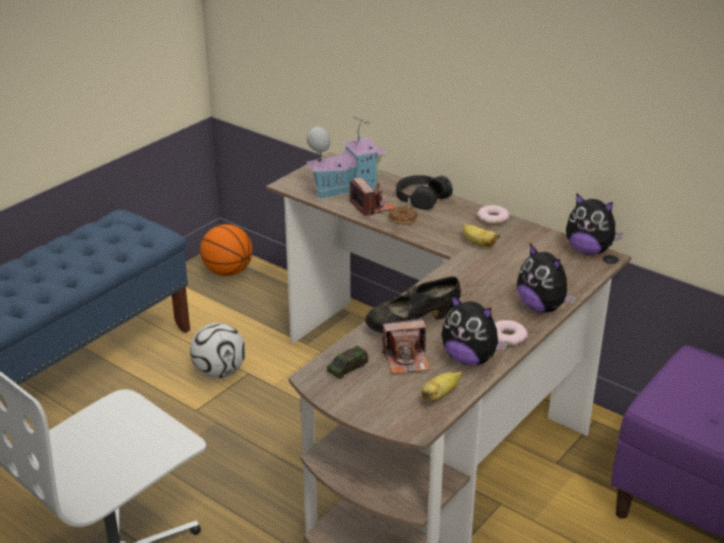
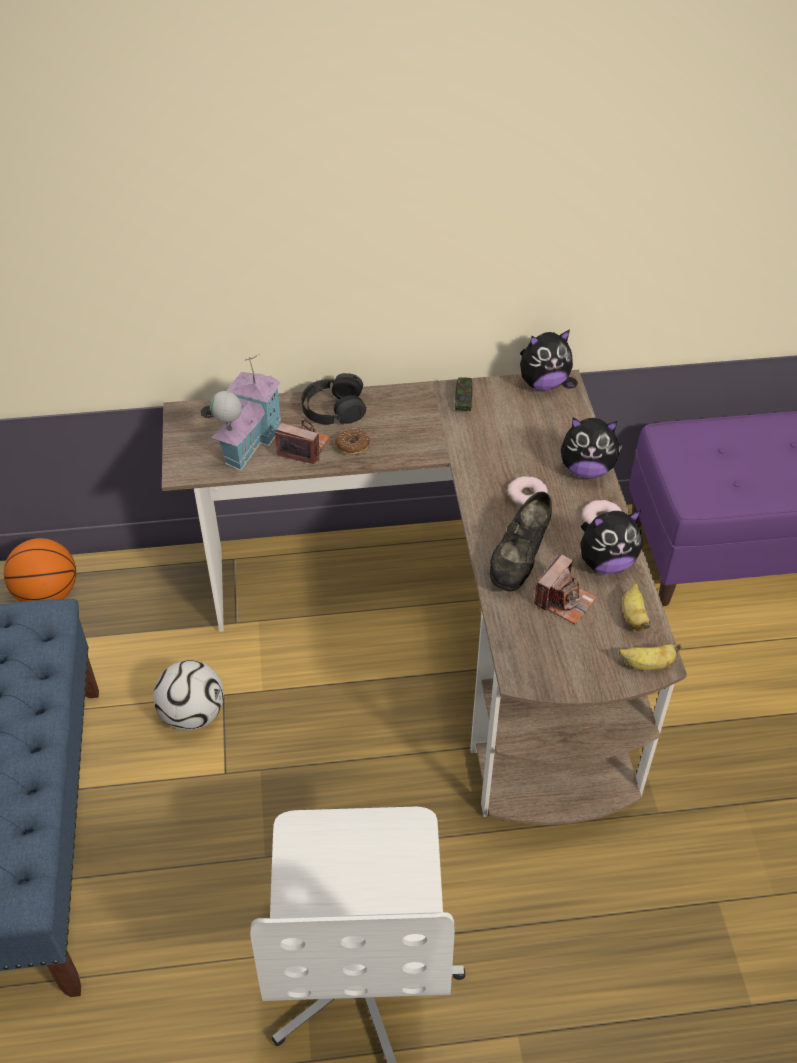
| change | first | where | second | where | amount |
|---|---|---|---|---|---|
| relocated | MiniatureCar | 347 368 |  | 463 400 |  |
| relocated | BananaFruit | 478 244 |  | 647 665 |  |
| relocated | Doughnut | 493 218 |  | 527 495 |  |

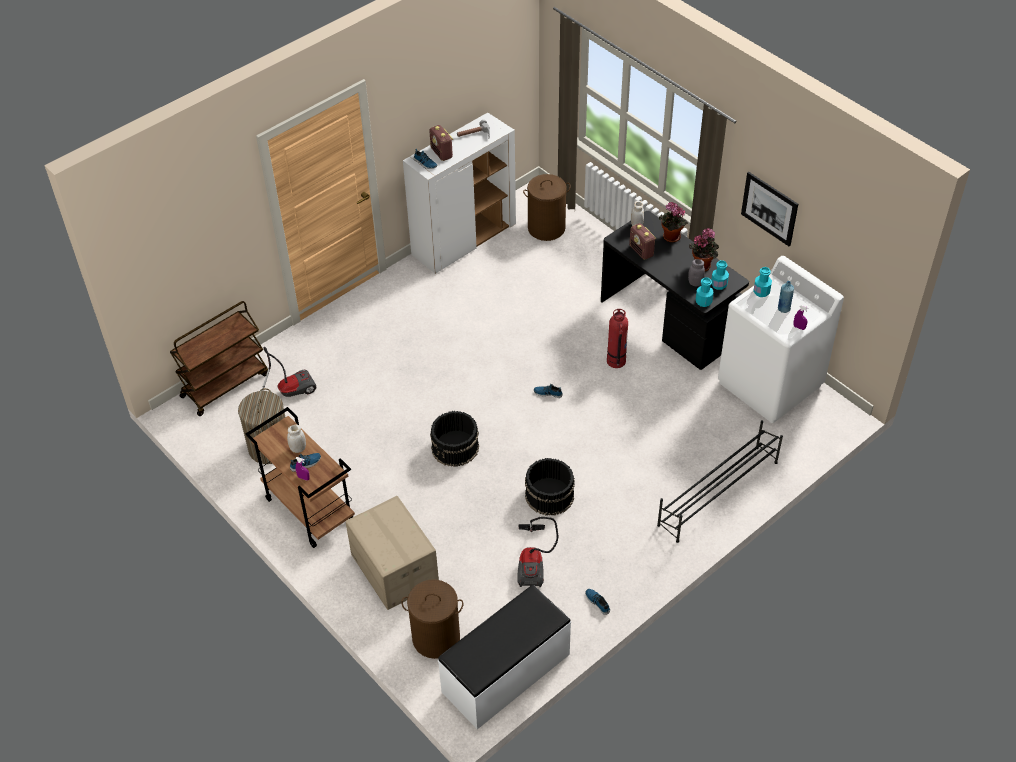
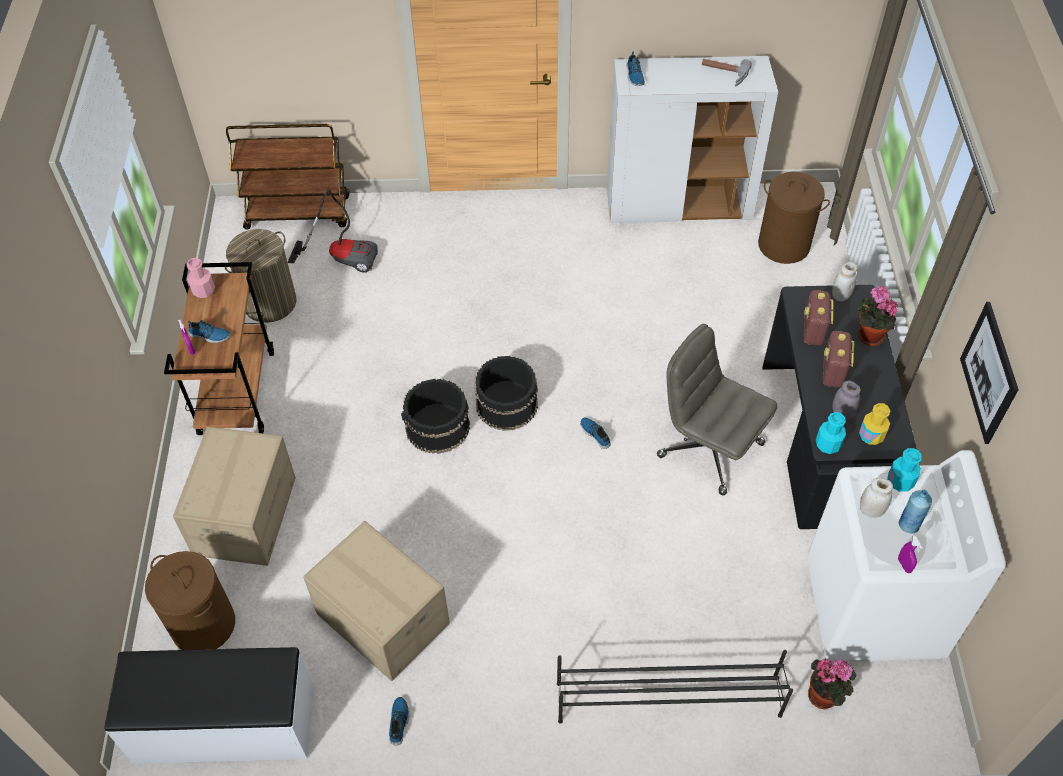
| change | first | where | second | where | amount |
|---|---|---|---|---|---|
| relocated | WhiteStorageJar | 298 448 |  | 871 510 |  |
| relocated | RadioReceiver | 442 153 |  | 833 372 |  |
| exchanged | Hoover | 534 562 | CardboardBox | 382 619 |  |
| relocated | BlackColouredPail | 549 495 |  | 506 404 |  |
| exchanged | FireExtinguisher | 616 361 | GrayOfficeChair | 709 449 |  |
| relocated | Houseplant | 702 265 |  | 825 695 |  |
| colour | TurquoiseDrinkBottle | 719 284 | YellowishDrinkBottle | 871 435 |  |
| appeared |  |  | PinkColouredDrinkBottle | 203 290 |  |

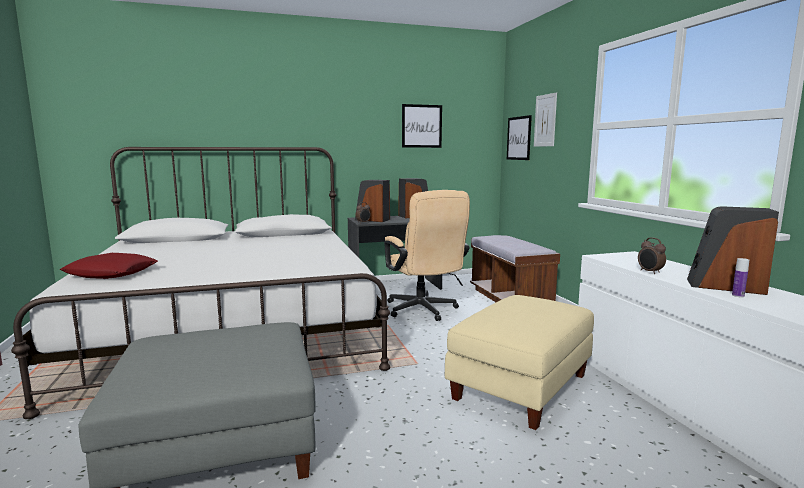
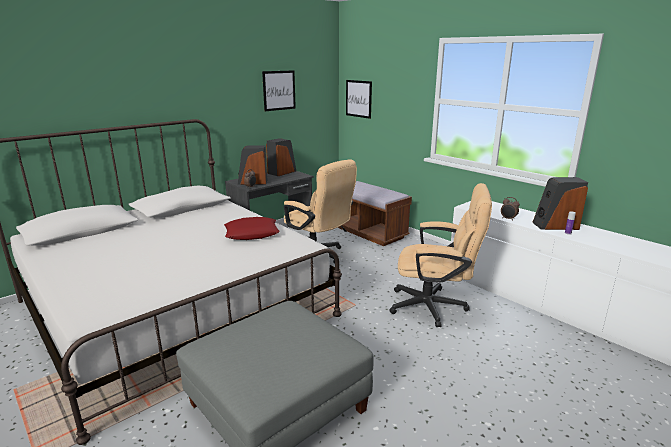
| change | first | where | second | where | amount |
|---|---|---|---|---|---|
| relocated | ReddishThrowPillow | 111 273 |  | 252 233 |  |
| exchanged | SandColouredPouffe | 521 387 | SandColouredOfficeChair | 435 307 |  |
| missing | WallArt | 545 120 |  |  |  |

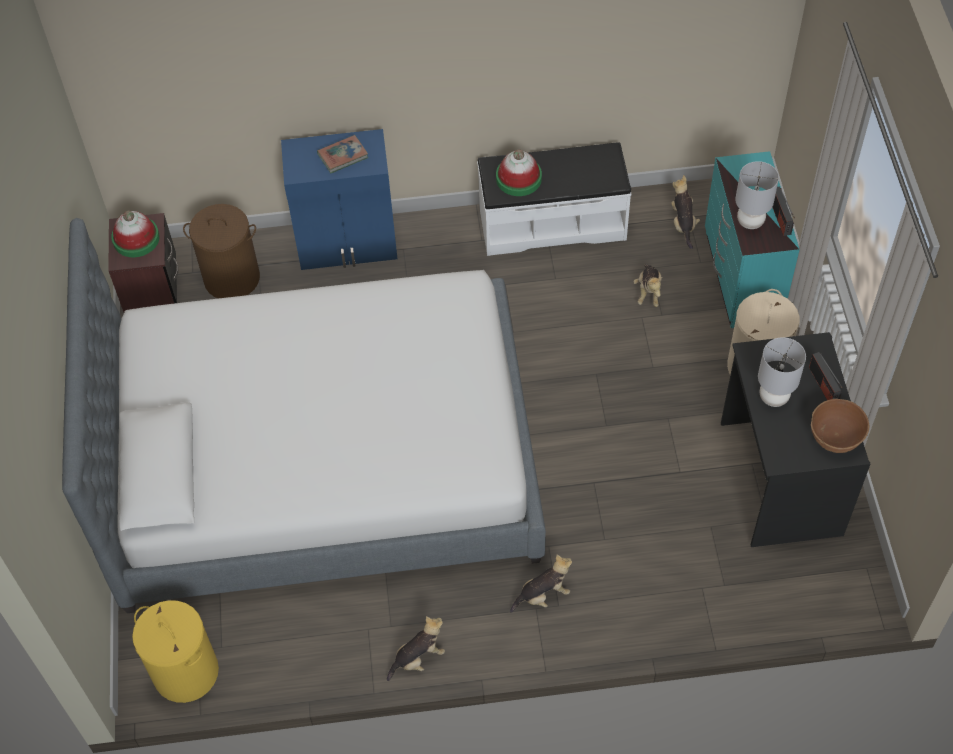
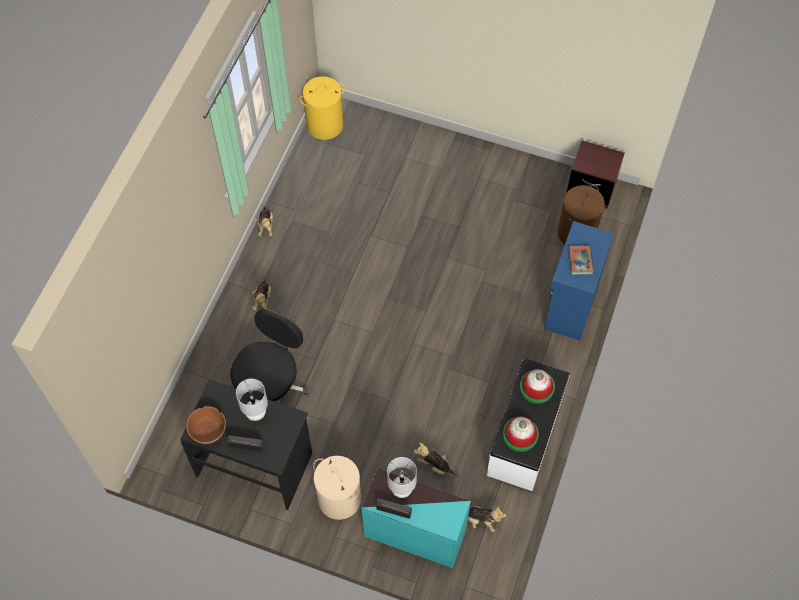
| change | first | where | second | where | amount |
|---|---|---|---|---|---|
| missing | BedroomBed | 324 461 |  |  |  |
| relocated | WearableHat | 136 239 |  | 520 435 |  |
| appeared |  |  | BlackColouredOfficeChair | 270 386 |  |

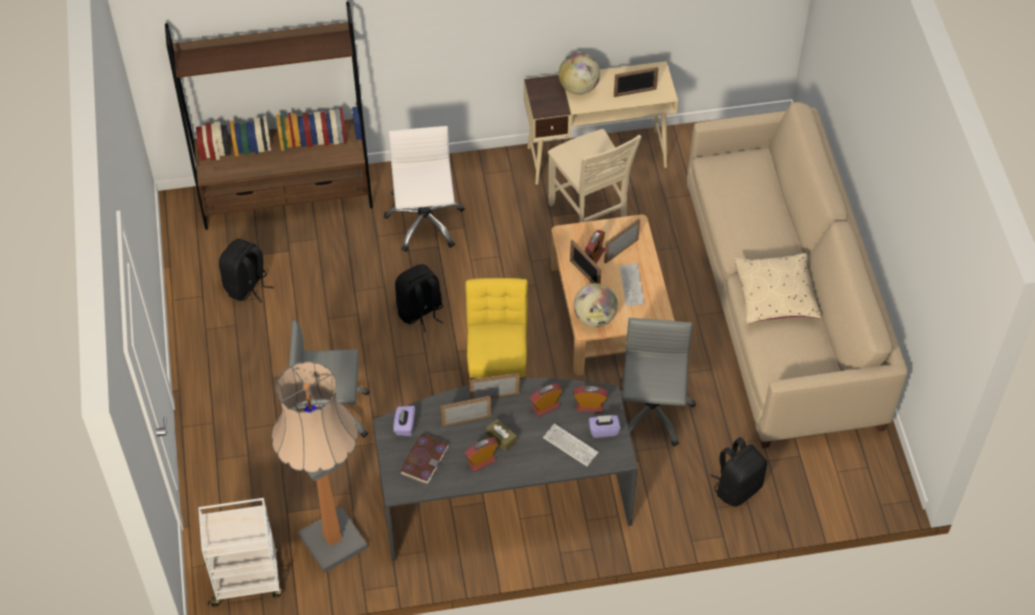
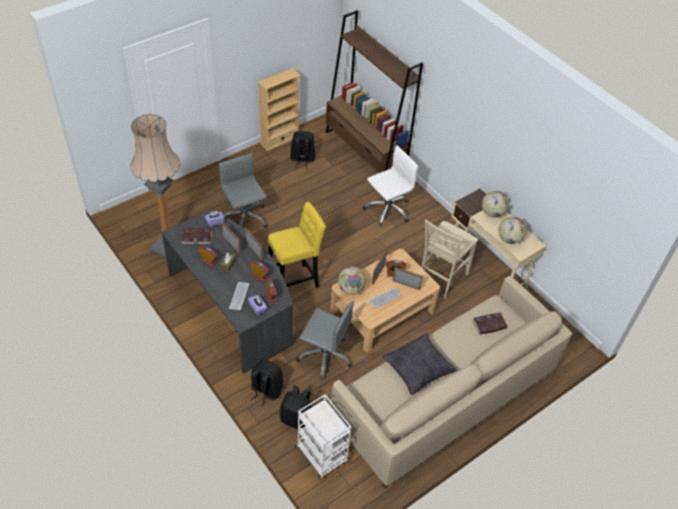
| change | first | where | second | where | amount |
|---|---|---|---|---|---|
| relocated | WhiteTrolley | 246 579 |  | 321 455 |  |
| relocated | BlackColouredBackpack | 420 312 |  | 266 390 |  |
| exchanged | StandingFrame | 635 92 | Globe | 509 239 |  |
| spun | GrayOfficeChair | 650 412 |  | 325 355 | 45 degrees clockwise |
| colour | SandColouredThrowPillow | 775 296 | BlackColouredThrowPillow | 418 368 |  |
| appeared |  |  | SandColouredBookshelf | 279 140 |  |
| appeared |  |  | Volume | 489 324 |  |

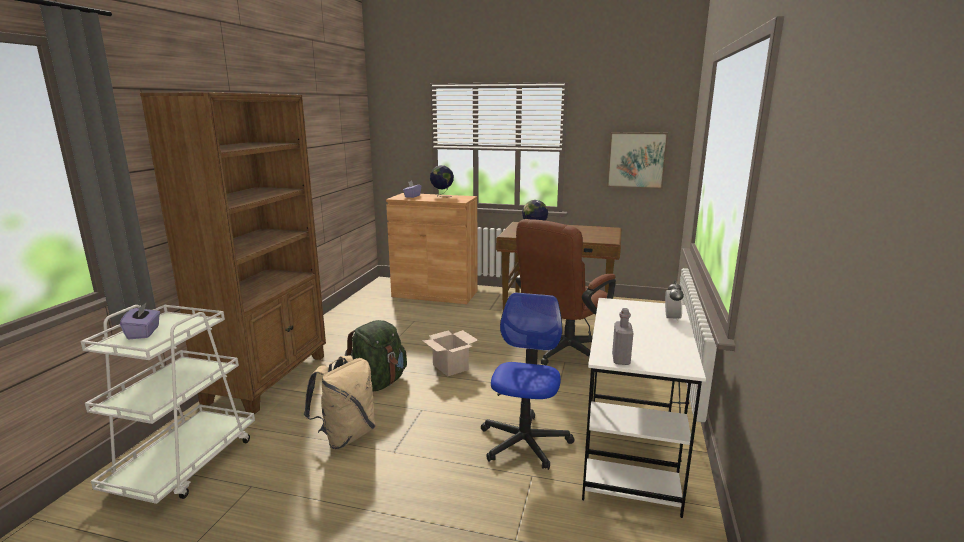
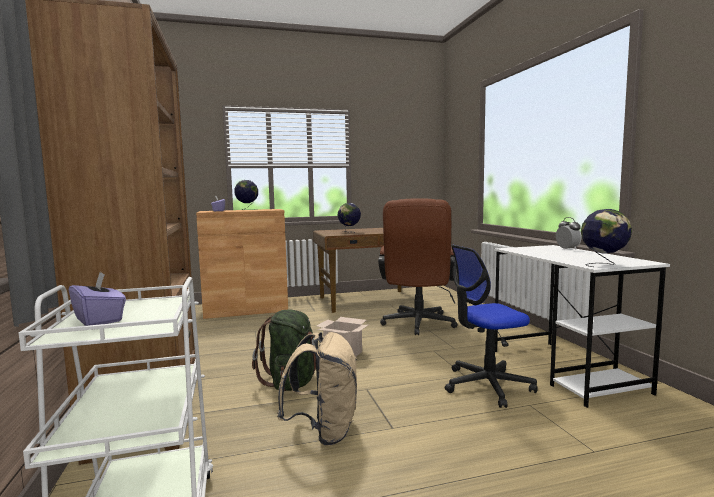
| change | first | where | second | where | amount |
|---|---|---|---|---|---|
| spun | OfficeChair | 524 442 |  | 487 385 | 90 degrees counterclockwise |
| missing | WallArt | 636 160 |  |  |  |
| exchanged | GrayDrinkBottle | 621 359 | Globe | 603 265 |  |

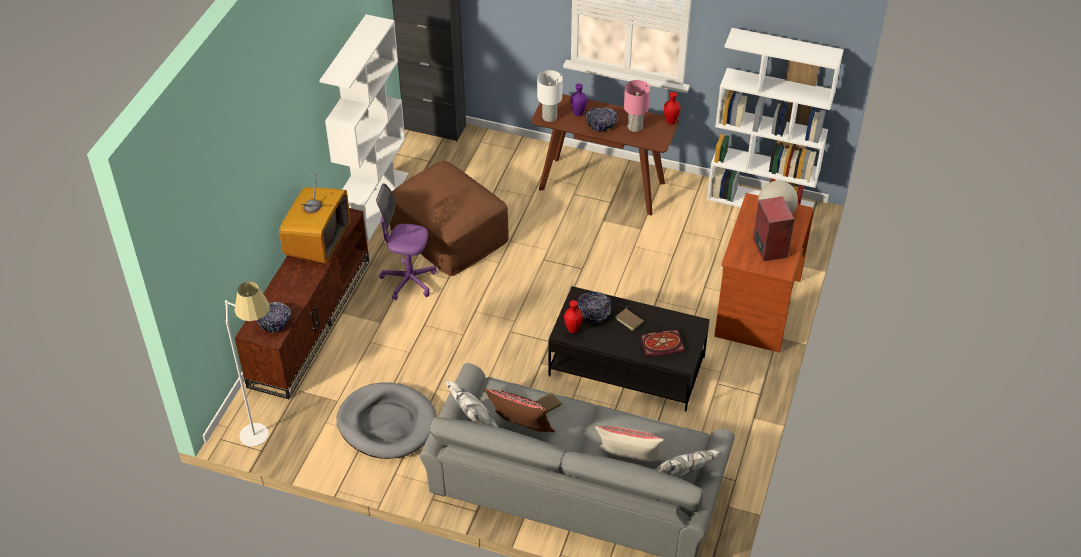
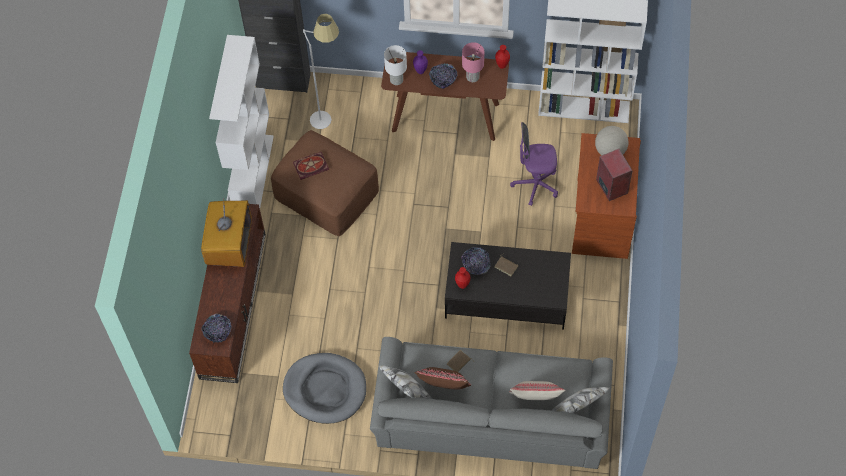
| change | first | where | second | where | amount |
|---|---|---|---|---|---|
| relocated | WhiteFloorLamp | 266 429 |  | 328 114 |  |
| relocated | PurpleOfficeChair | 408 281 |  | 535 185 |  |
| relocated | Volume | 663 344 |  | 311 166 |  |

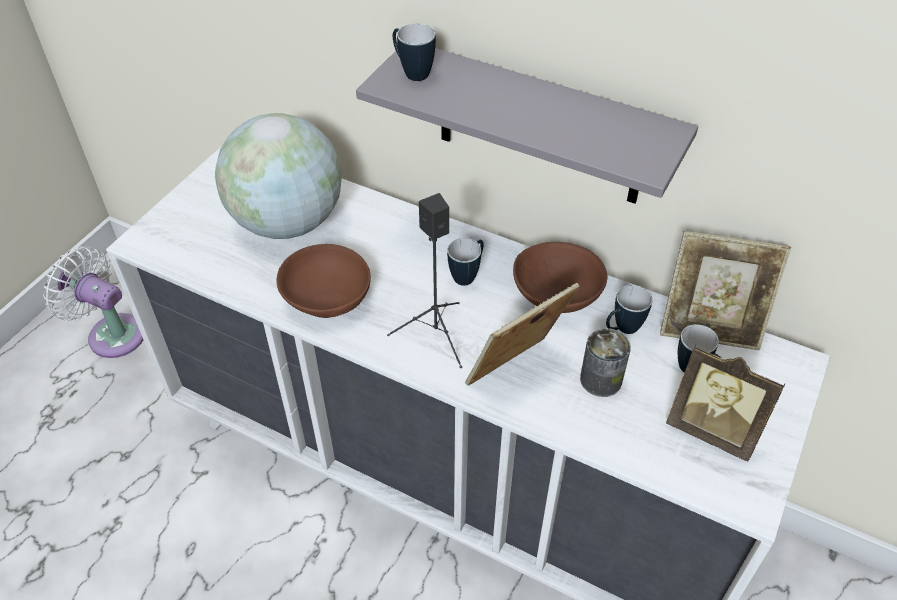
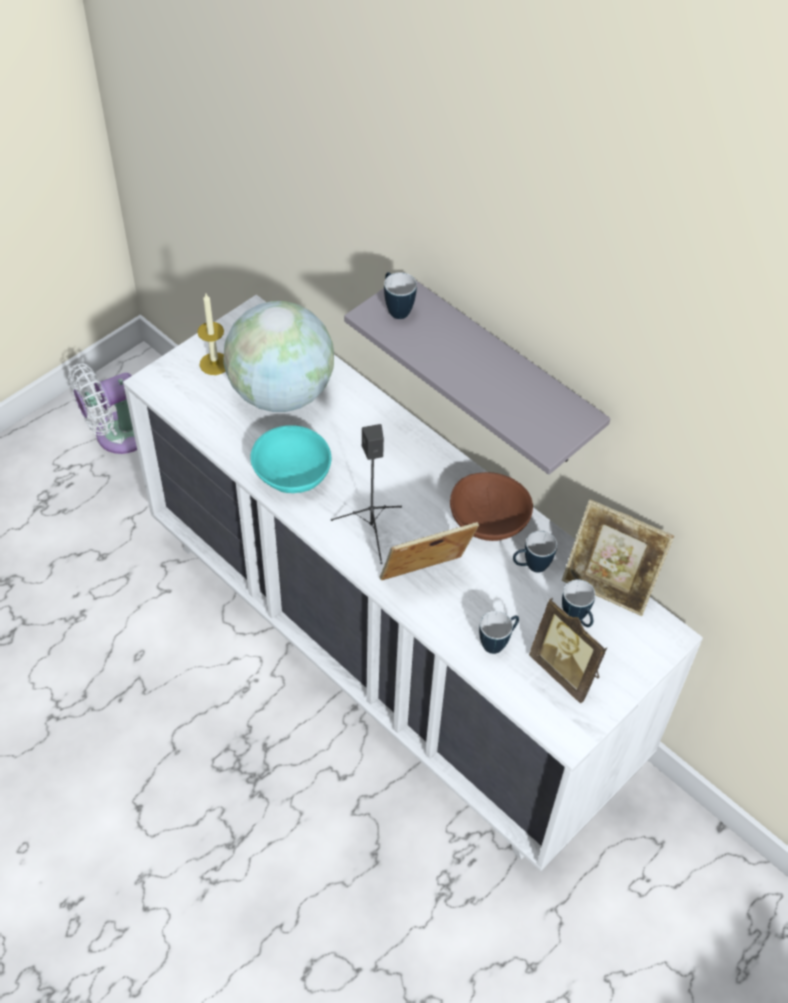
| change | first | where | second | where | amount |
|---|---|---|---|---|---|
| spun | WhiteElectricFan | 112 333 |  | 117 435 | 75 degrees counterclockwise |
| colour | BrownishBowl | 327 297 | TurquoiseBowl | 293 473 |  |
| relocated | TeaMug | 467 275 |  | 498 643 |  |
| missing | MetalCan | 601 379 |  |  |  |
| appeared |  |  | WaxLight | 214 364 |  |

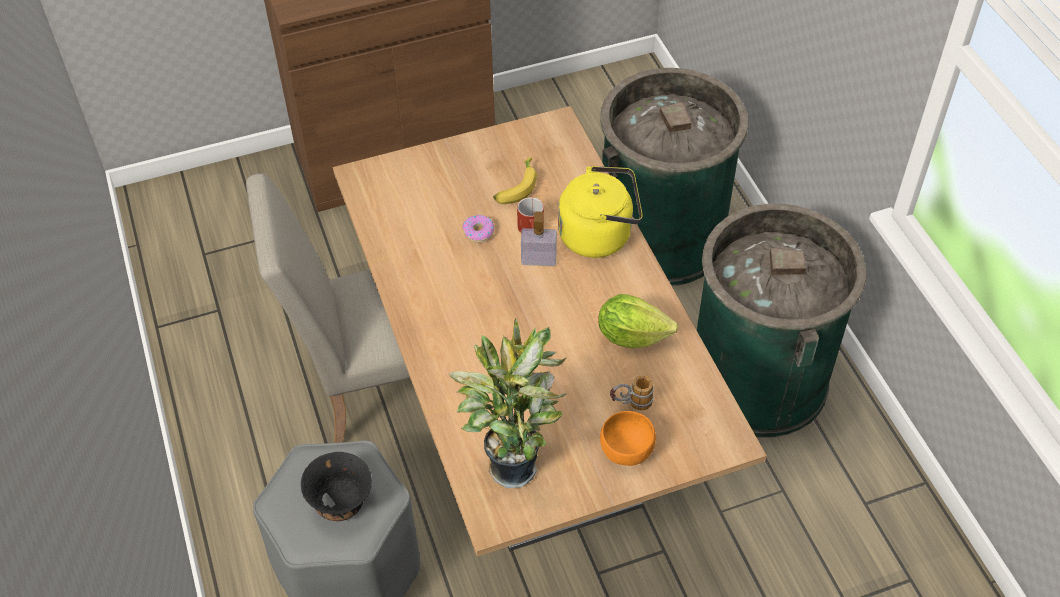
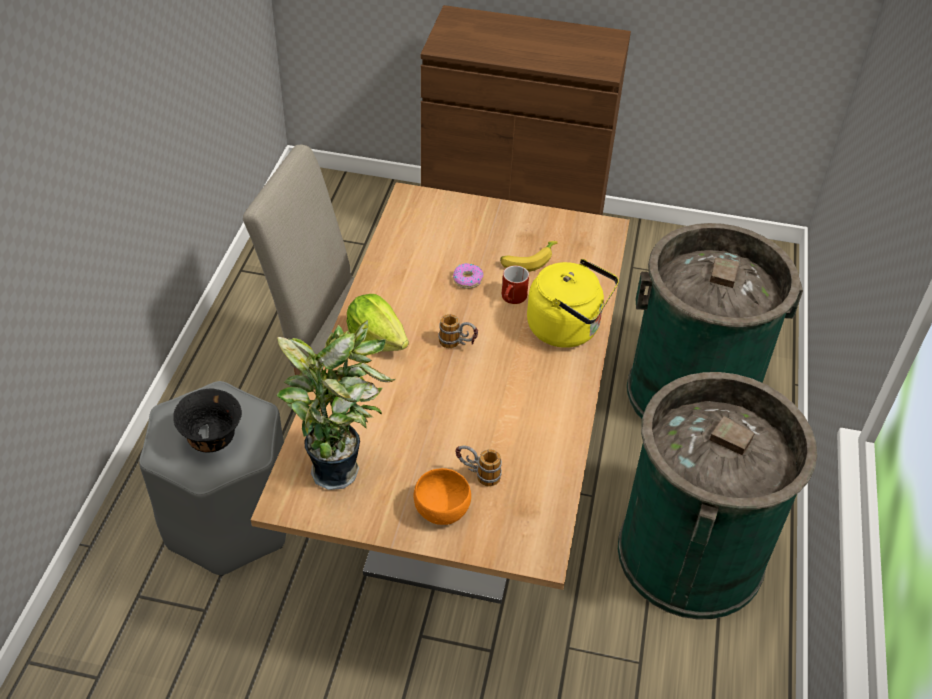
| change | first | where | second | where | amount |
|---|---|---|---|---|---|
| missing | SoapBottle | 538 259 |  |  |  |
| relocated | Lettuce | 631 335 |  | 376 339 |  |
| appeared |  |  | TeaMug | 458 344 |  |

